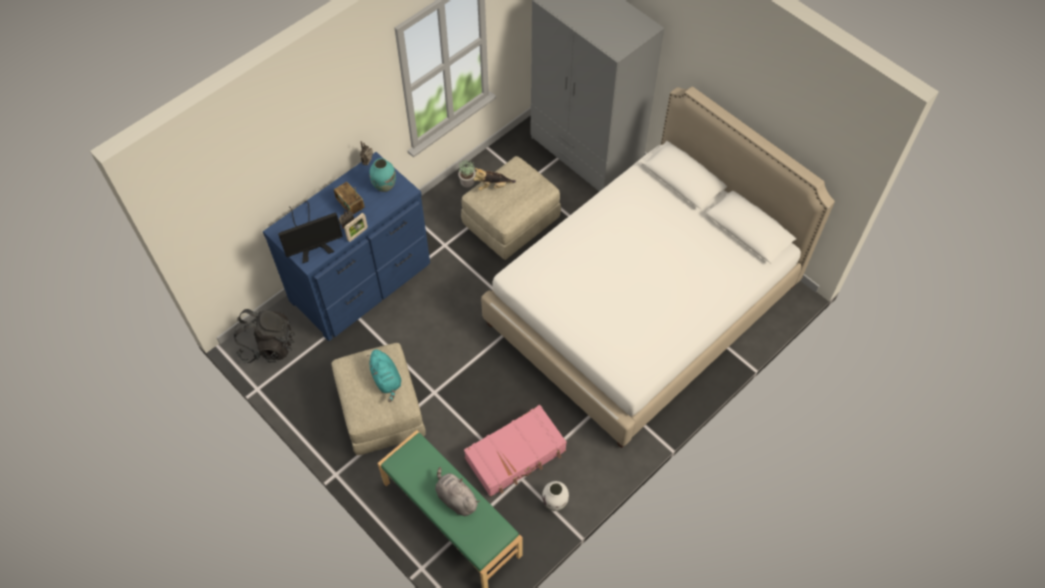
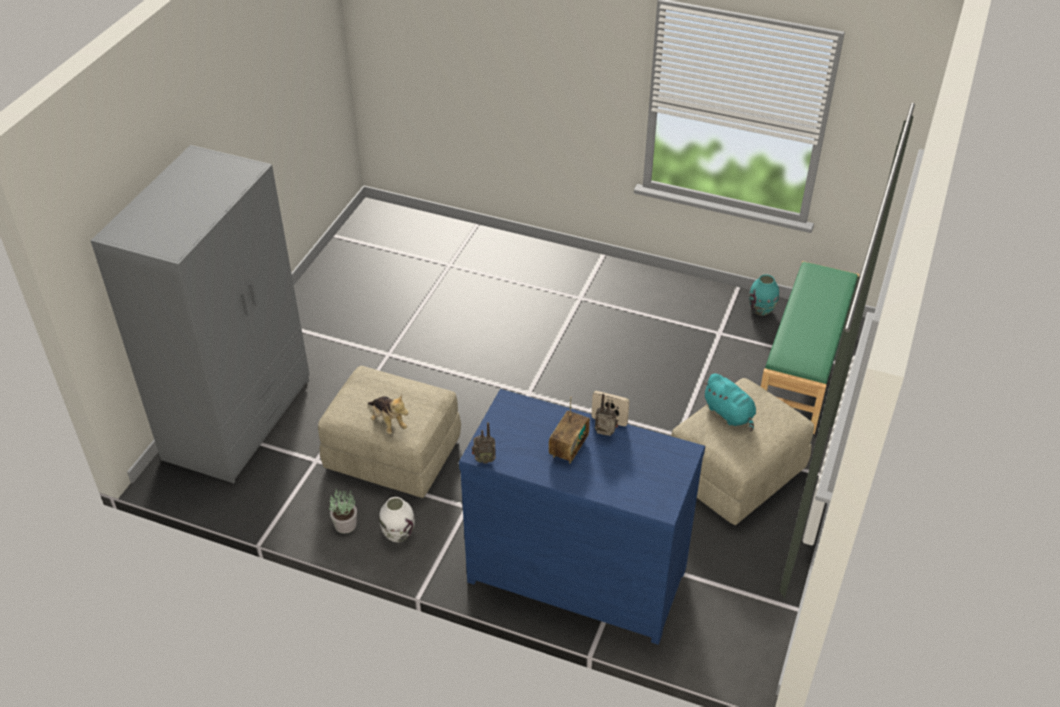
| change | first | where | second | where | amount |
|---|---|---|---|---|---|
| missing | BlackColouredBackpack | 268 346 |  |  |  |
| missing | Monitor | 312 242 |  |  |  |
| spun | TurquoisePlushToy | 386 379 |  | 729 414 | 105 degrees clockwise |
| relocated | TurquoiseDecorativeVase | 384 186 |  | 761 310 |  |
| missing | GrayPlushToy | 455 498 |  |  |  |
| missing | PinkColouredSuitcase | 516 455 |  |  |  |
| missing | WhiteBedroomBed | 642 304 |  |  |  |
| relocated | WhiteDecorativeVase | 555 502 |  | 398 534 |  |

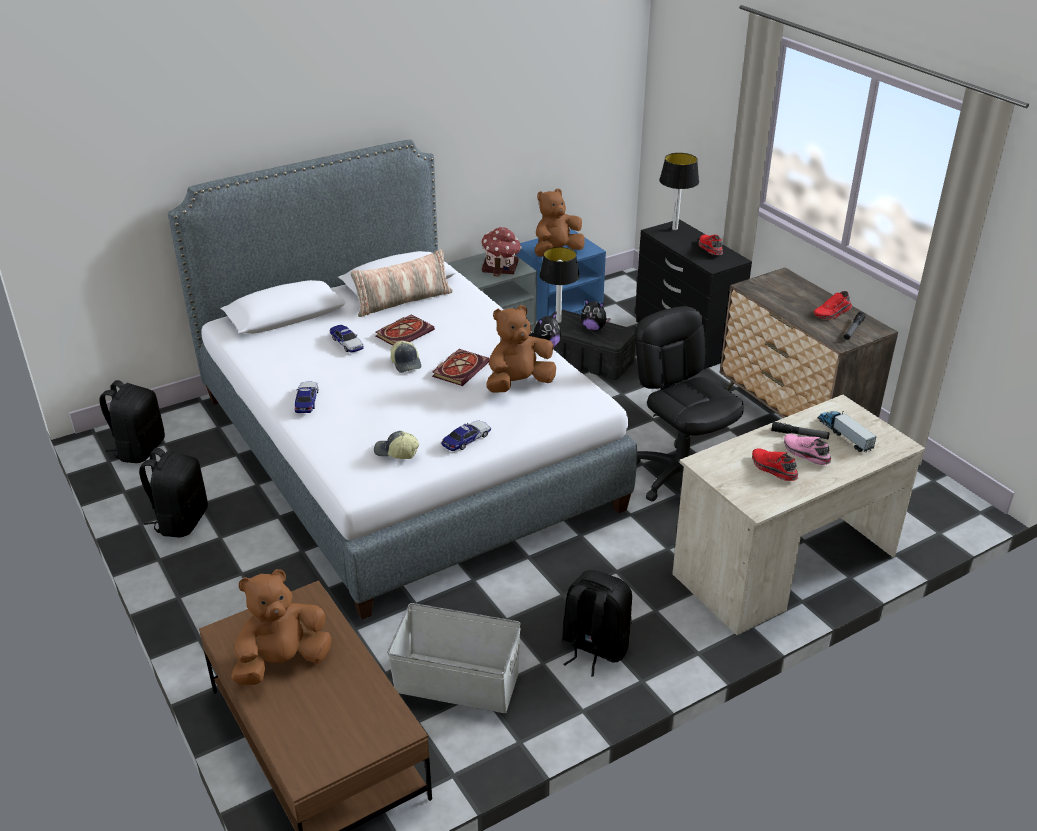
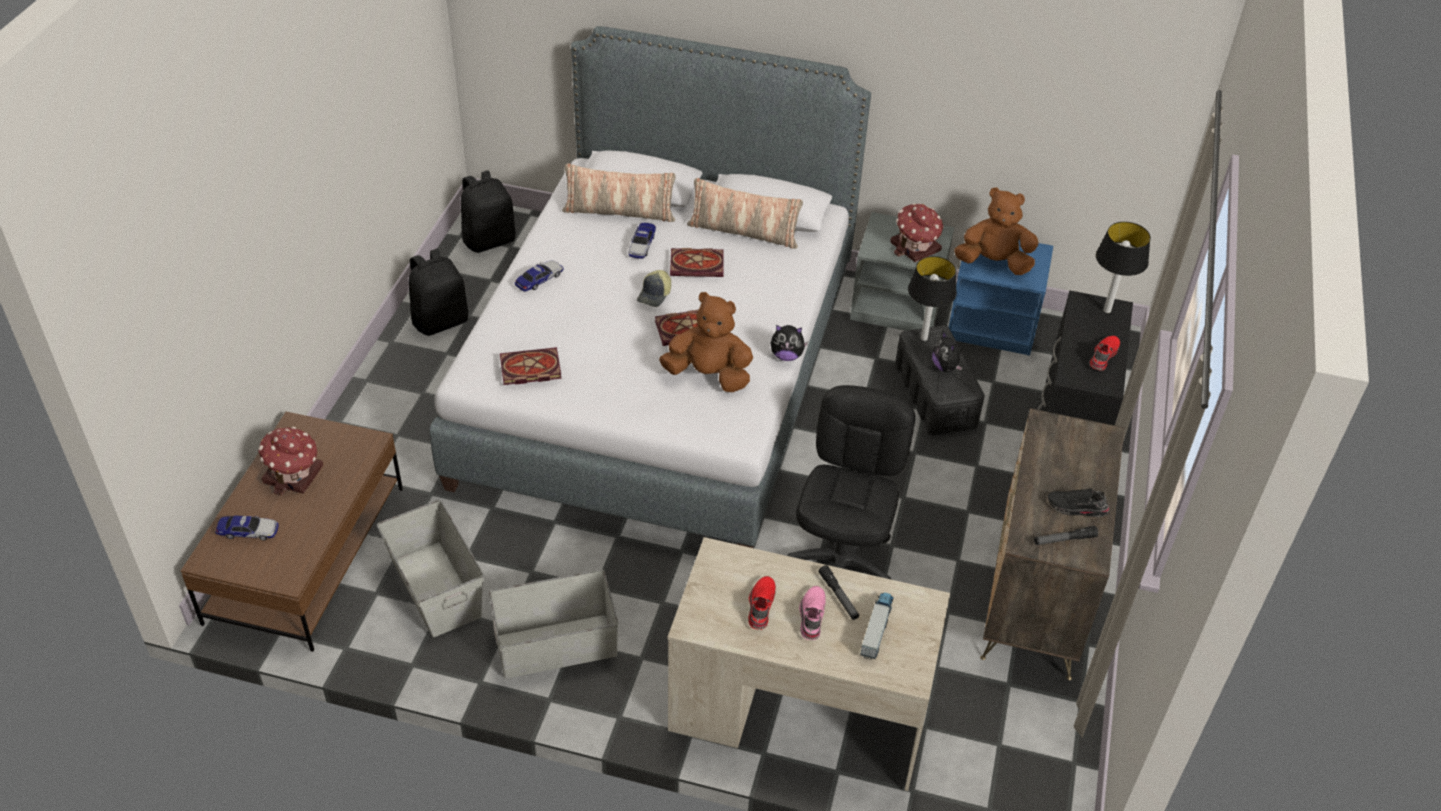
| change | first | where | second | where | amount |
|---|---|---|---|---|---|
| exchanged | BrownishPlushToy | 282 662 | ToyHouse | 294 475 |  |
| exchanged | Cap | 396 452 | Volume | 529 369 |  |
| relocated | MiniatureCar | 466 439 |  | 248 531 |  |
| exchanged | BlackColouredBackpack | 593 648 | GrayStorageContainer | 555 645 |  |
| colour | ReddishItemOfFootwear | 832 313 | BlackColouredItemOfFootwear | 1076 508 |  |
| appeared |  |  | ThrowPillow | 619 211 |  |

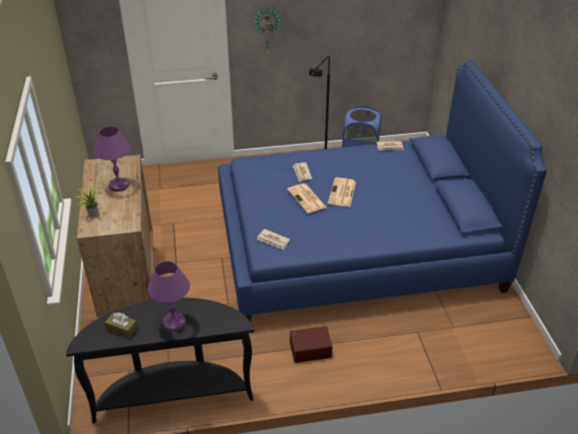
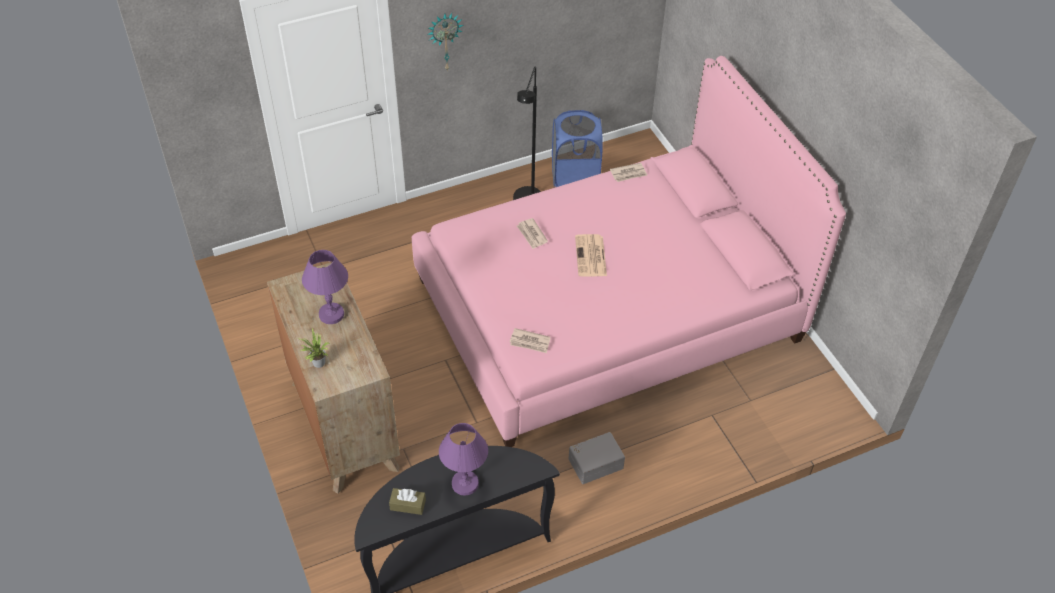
| change | first | where | second | where | amount |
|---|---|---|---|---|---|
| colour | BlueColouredBedroomBed | 356 244 | PinkColouredBedroomBed | 608 308 |  |
| missing | Newspaper | 307 199 |  |  |  |
| colour | BrownishStorageContainer | 310 349 | GrayStorageContainer | 595 462 |  |

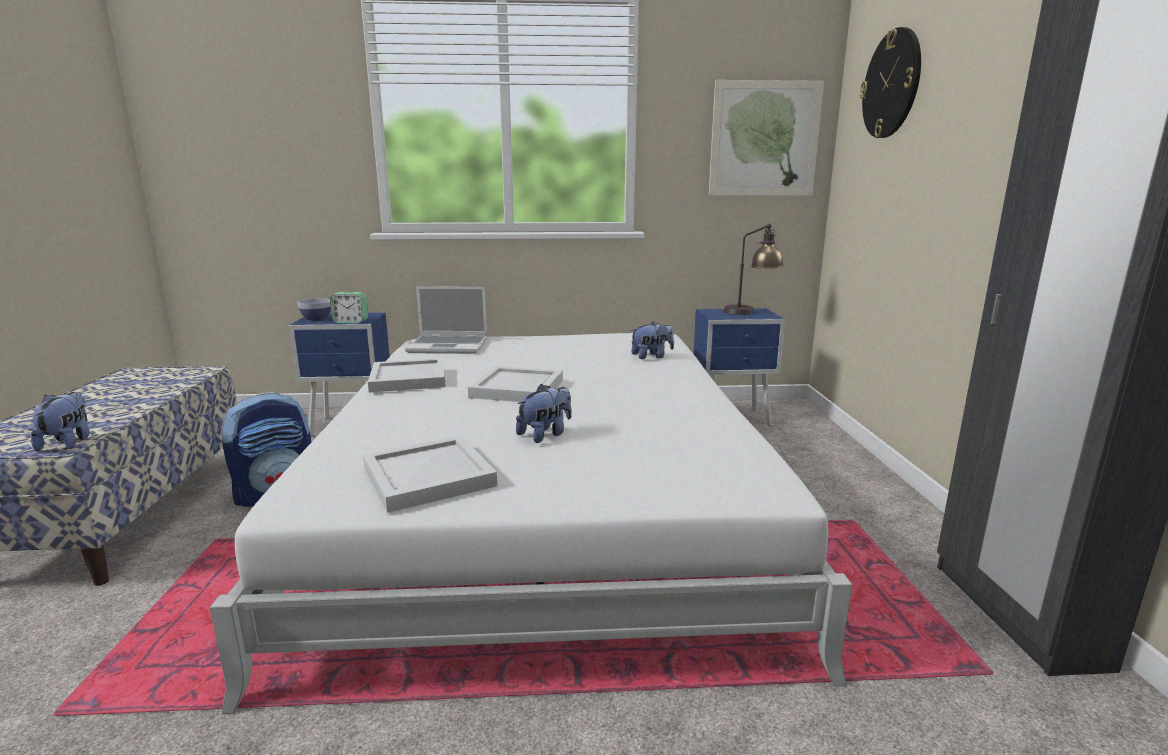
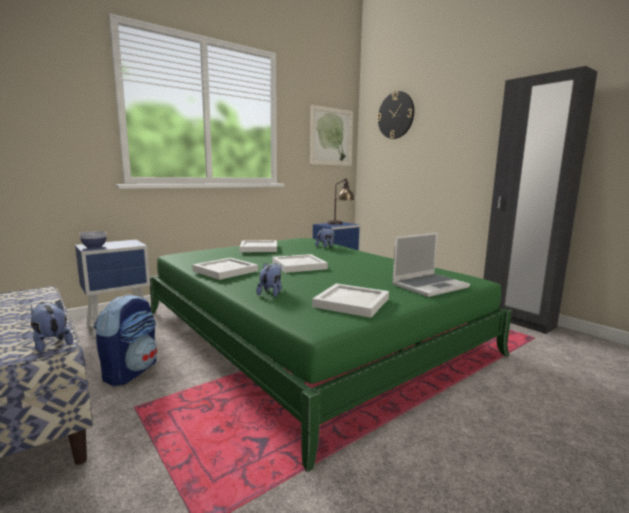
| change | first | where | second | where | amount |
|---|---|---|---|---|---|
| colour | WhiteBedroomBed | 543 501 | GreenBedroomBed | 308 331 |  |
| missing | BedsideClock | 350 321 |  |  |  |
| relocated | NotebookComputer | 449 346 |  | 430 286 |  |
| relocated | PlushToy | 545 434 |  | 271 293 |  |
| appeared |  |  | WhiteCarryingTray | 258 248 |  |

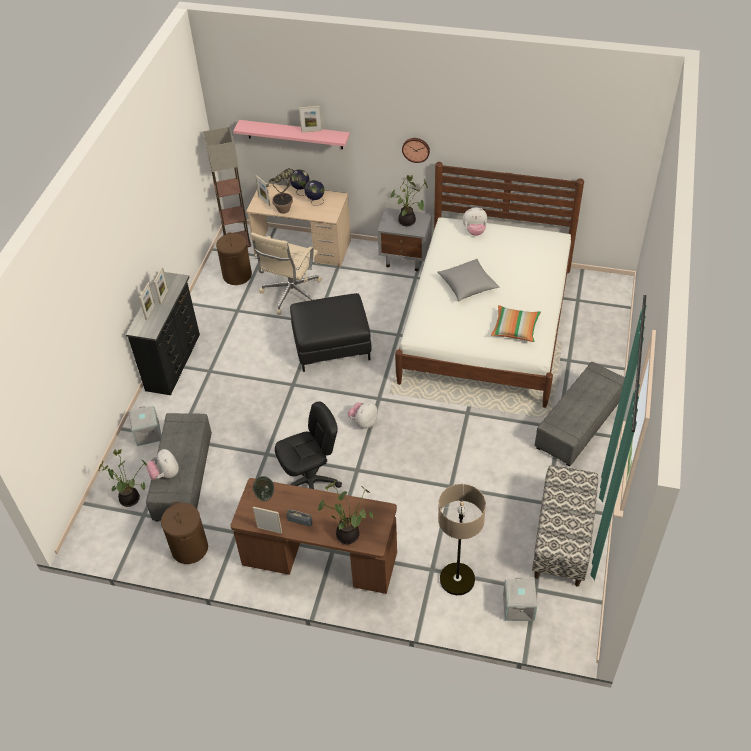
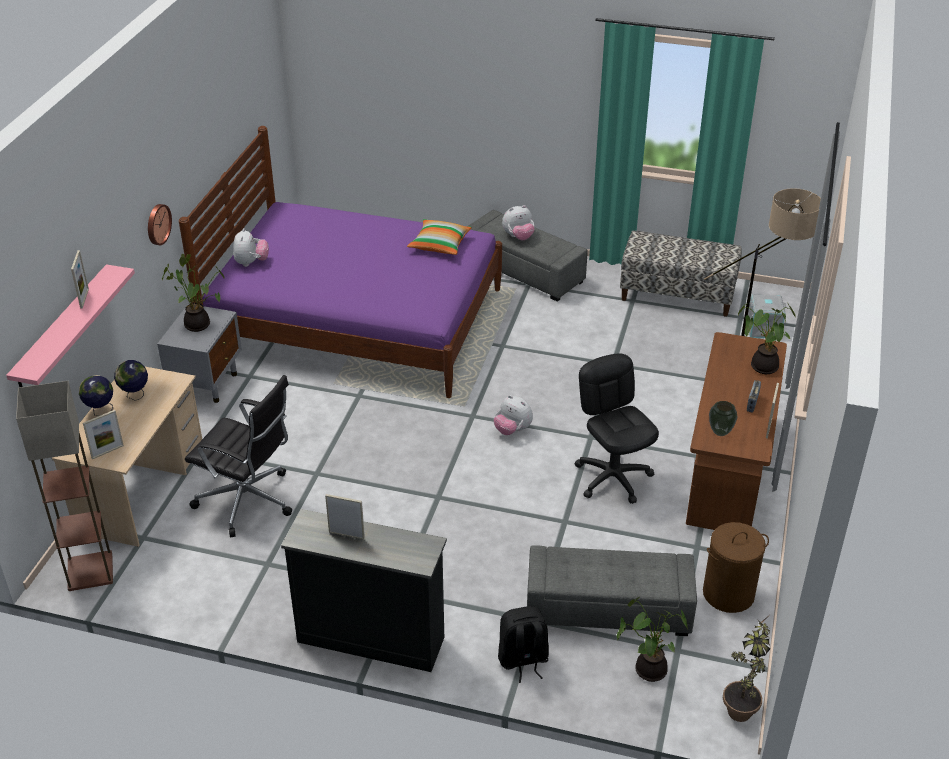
| change | first | where | second | where | amount |
|---|---|---|---|---|---|
| exchanged | GrayStorageContainer | 147 433 | BlackColouredBackpack | 523 660 |  |
| missing | StandingFrame | 150 312 |  |  |  |
| relocated | PlushToy | 165 474 |  | 518 237 |  |
| missing | BrownishWashingBasket | 237 275 |  |  |  |
| colour | SandColouredOfficeChair | 291 295 | BlackColouredOfficeChair | 248 501 |  |
| relocated | Houseplant | 287 211 |  | 742 705 |  |
| missing | BlackColouredPouffe | 332 345 |  |  |  |
| colour | WhiteBedroomBed | 486 324 | PurpleBedroomBed | 356 322 |  |
| missing | GrayThrowPillow | 467 286 |  |  |  |

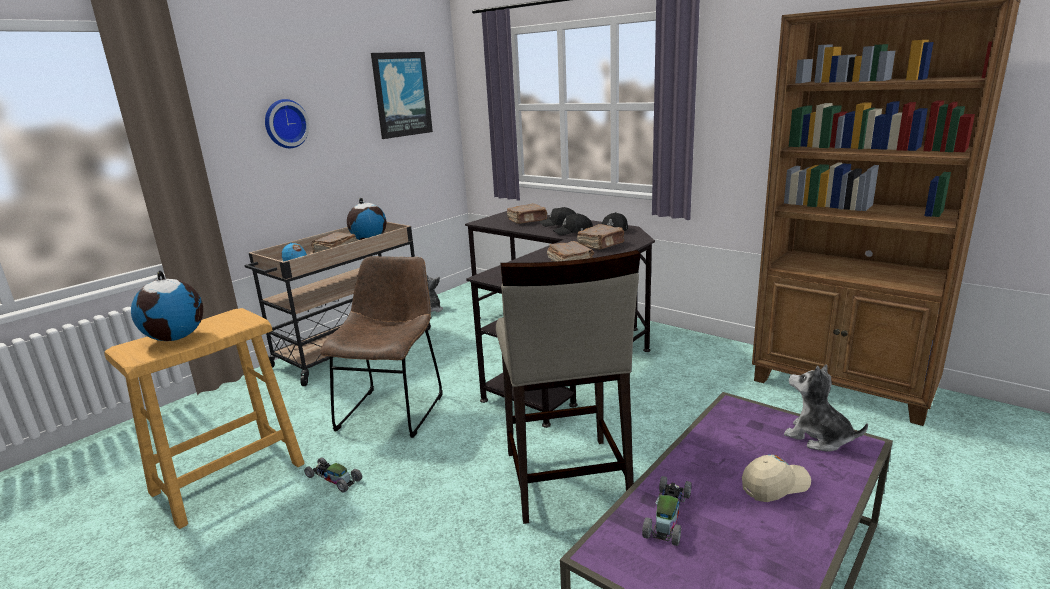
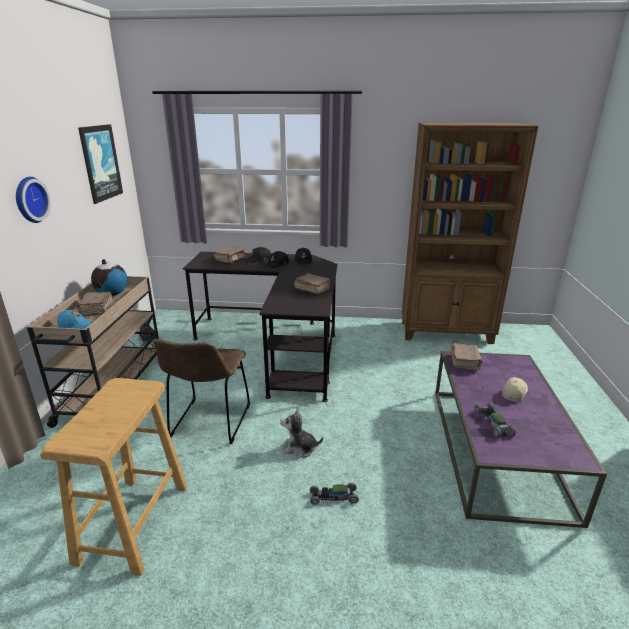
| change | first | where | second | where | amount |
|---|---|---|---|---|---|
| missing | Globe | 176 338 |  |  |  |
| relocated | MiniatureCar | 333 479 |  | 333 497 |  |
| spun | BrownishUprightChair | 393 409 |  | 209 424 | 150 degrees counterclockwise |
| missing | SandColouredStool | 565 479 |  |  |  |
| relocated | BrownishVolume | 601 245 |  | 465 362 |  |
| relocated | PlushToy | 818 437 |  | 300 449 |  |

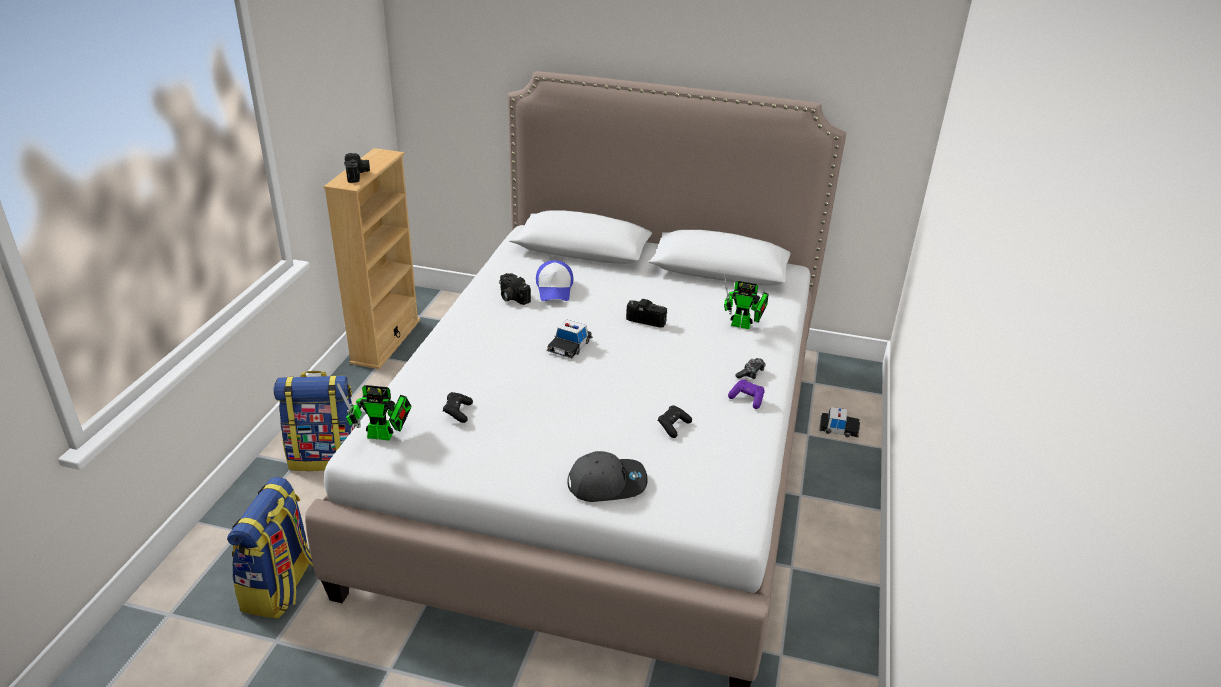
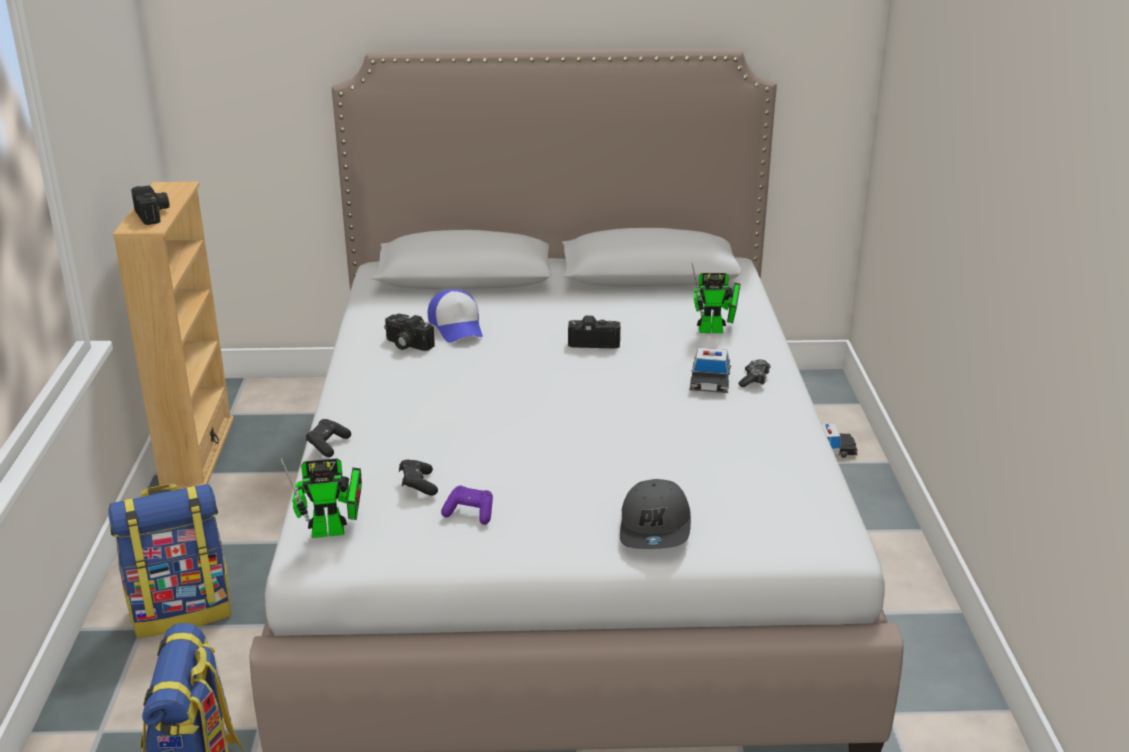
| change | first | where | second | where | amount |
|---|---|---|---|---|---|
| relocated | MiniatureCar | 569 346 |  | 710 380 |  |
| spun | GrayCap | 607 483 |  | 656 528 | 120 degrees clockwise |
| relocated | BlackColouredJoypad | 673 426 |  | 328 445 |  |
| relocated | PurpleJoypad | 747 399 |  | 470 513 |  |

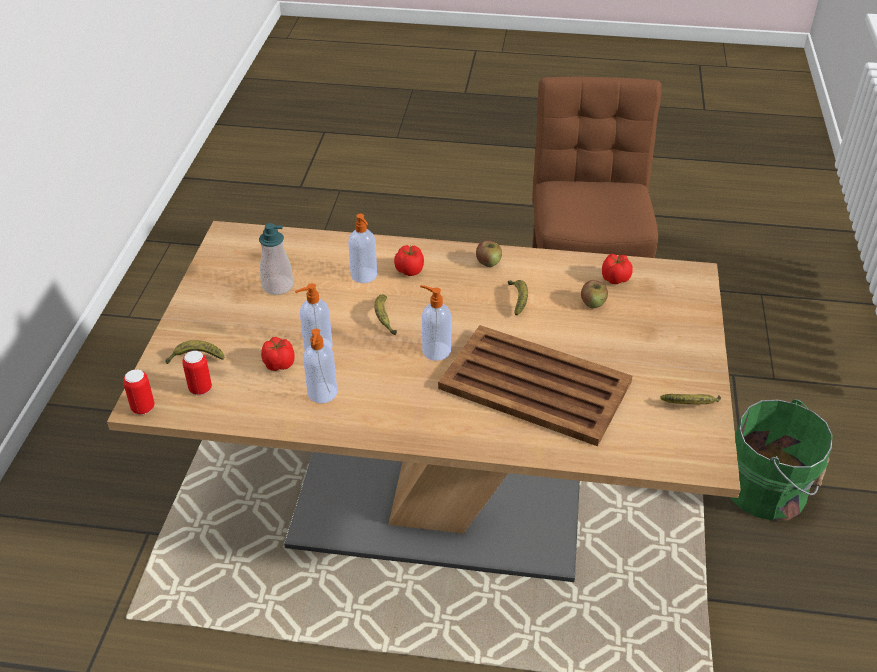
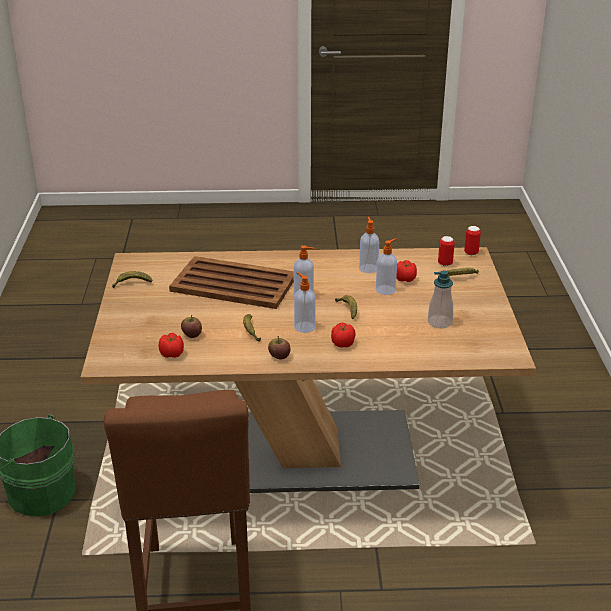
| change | first | where | second | where | amount |
|---|---|---|---|---|---|
| relocated | SoapBottle | 364 276 |  | 304 327 |  |

